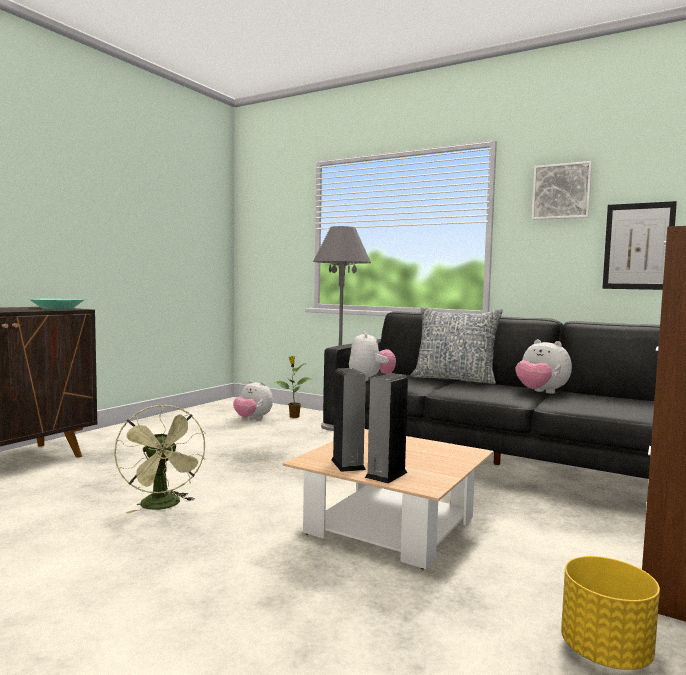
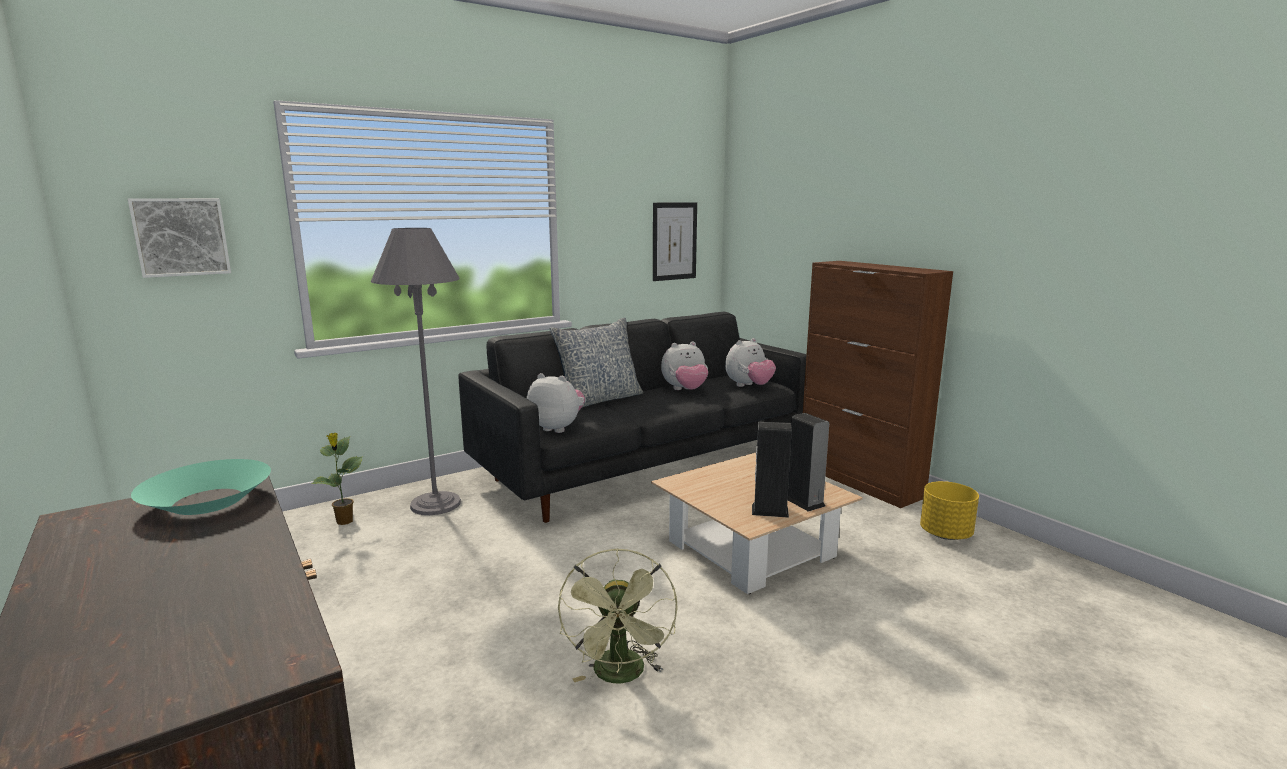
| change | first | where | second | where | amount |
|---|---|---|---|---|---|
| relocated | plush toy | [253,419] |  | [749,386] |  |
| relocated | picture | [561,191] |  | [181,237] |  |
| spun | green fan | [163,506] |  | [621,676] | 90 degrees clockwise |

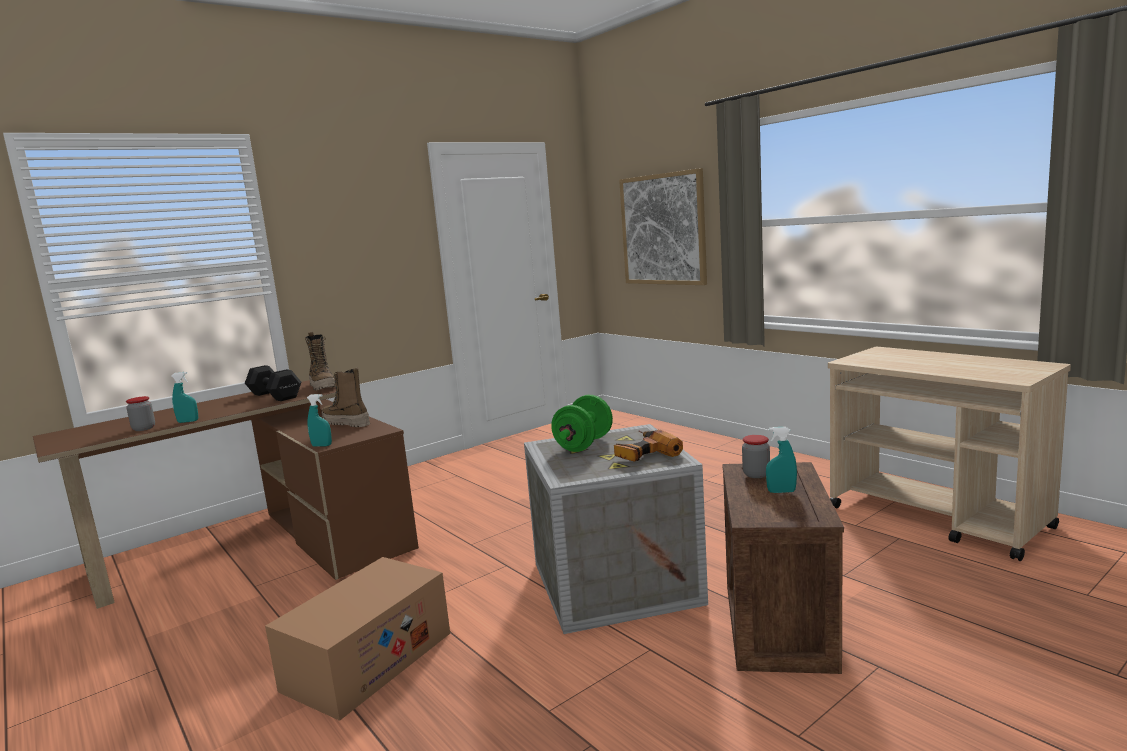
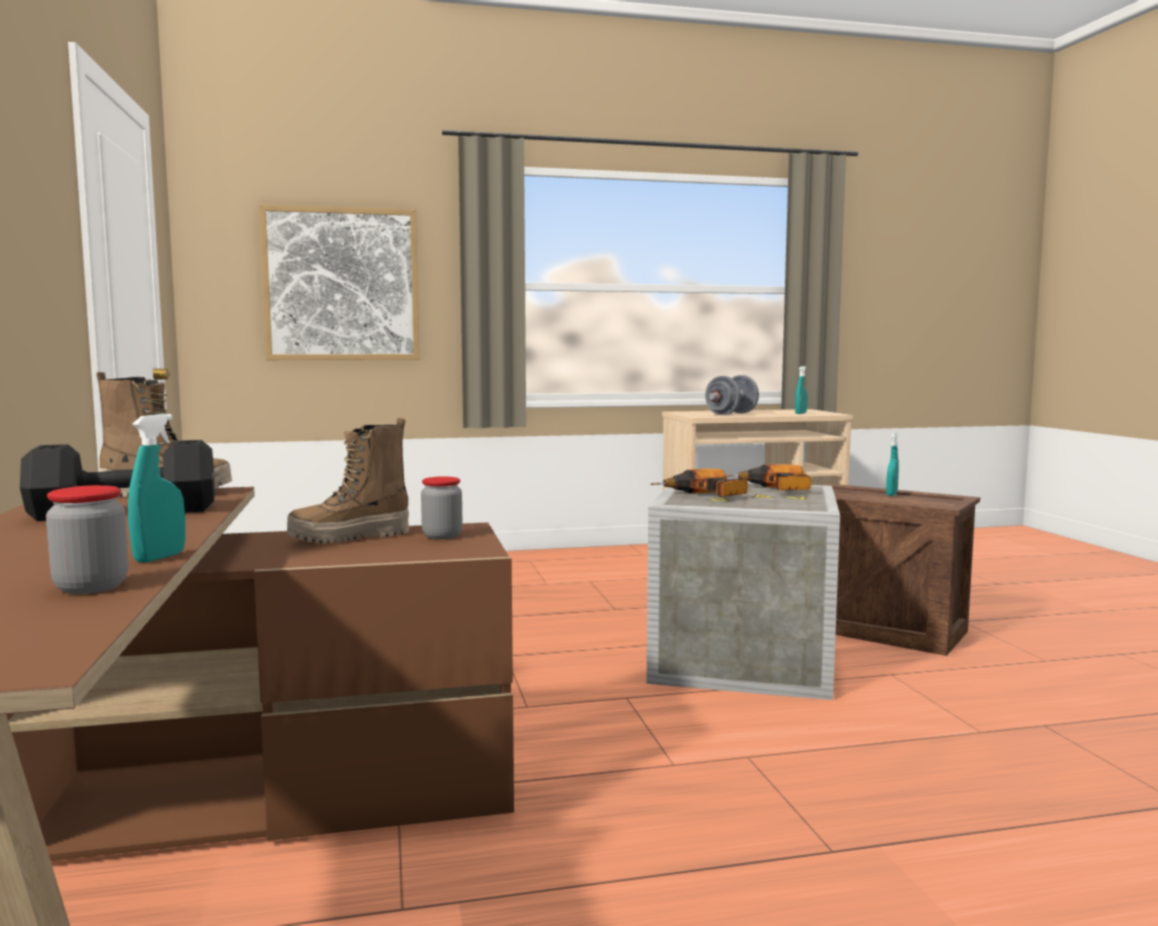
| change | first | where | second | where | amount |
|---|---|---|---|---|---|
| missing | cardboard box | [368,661] |  |  |  |
| appeared |  |  | grey dumbbell | [731,414] |  |
| relocated | turquoise spray bottle | [322,445] |  | [800,413] |  |
| relocated | jar | [756,474] |  | [442,536] |  |
| exchanged | green dumbbell | [584,444] | power drill | [705,496] |  |

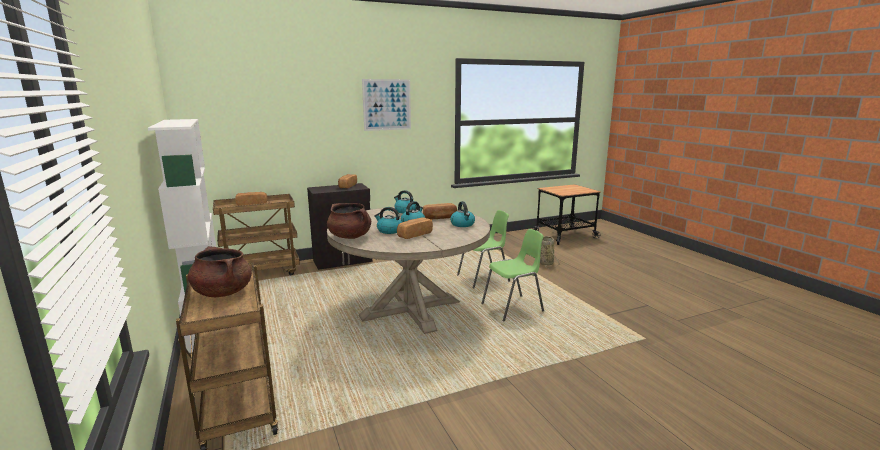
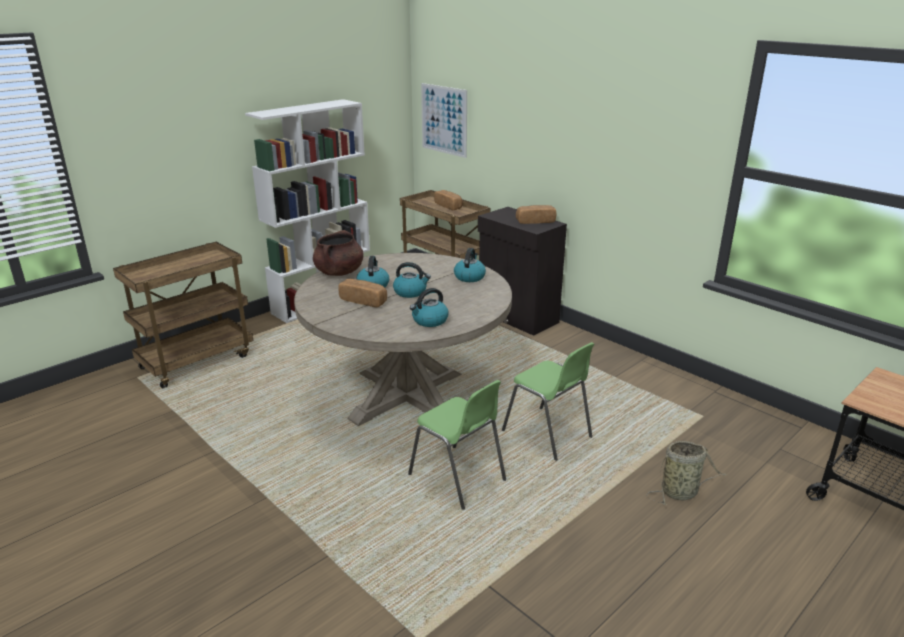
| change | first | where | second | where | amount |
|---|---|---|---|---|---|
| missing | brown cooking pot | [222,292] |  |  |  |
| missing | bread | [440,218] |  |  |  |
| relocated | picture | [387,105] |  | [444,120] |  |

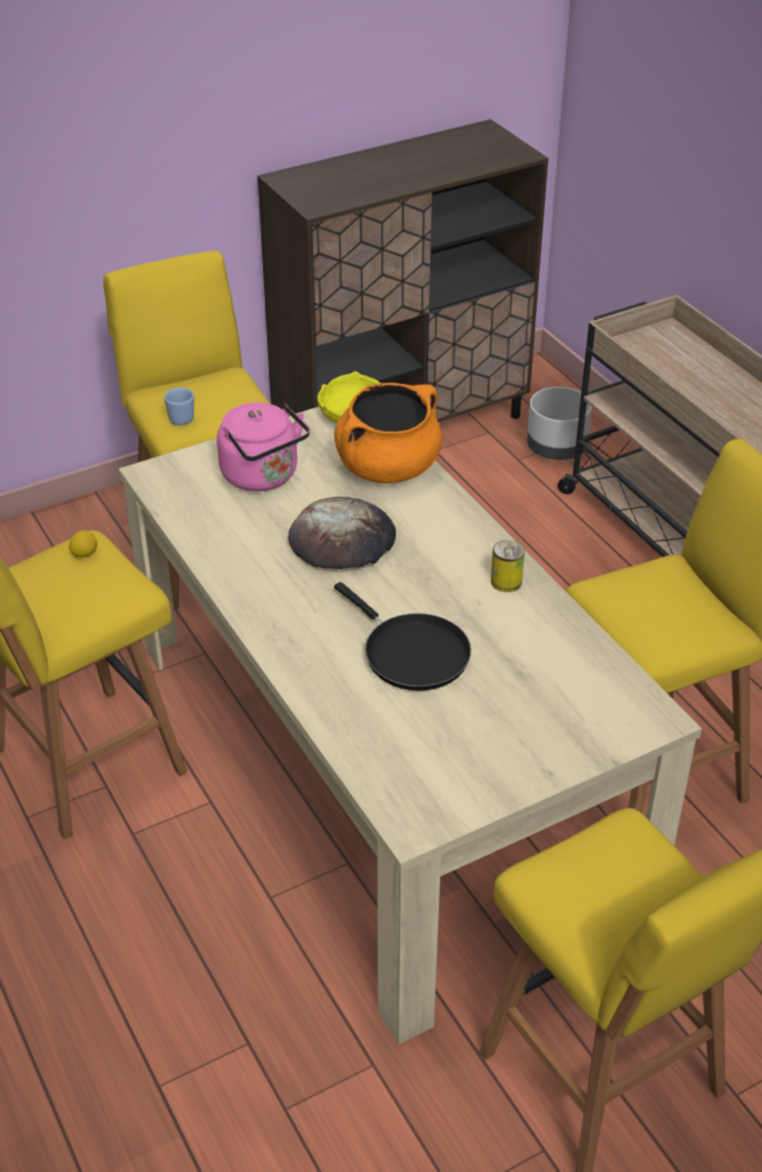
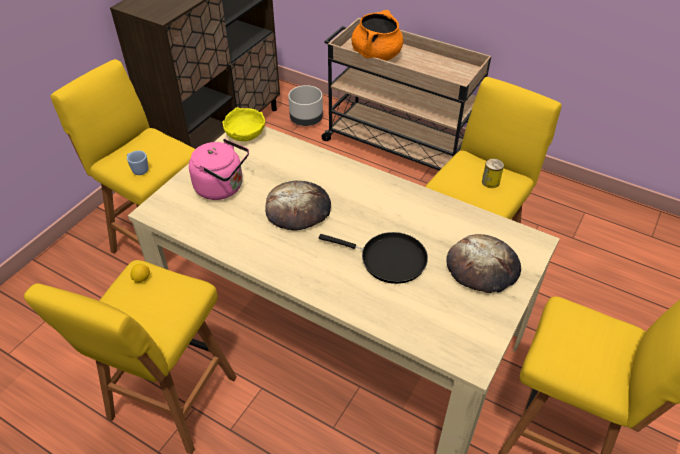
| change | first | where | second | where | amount |
|---|---|---|---|---|---|
| appeared |  |  | bread | [483,267] |  |
| relocated | orange cooking pot | [388,467] |  | [376,56] |  |
| relocated | can | [506,582] |  | [490,182] |  |

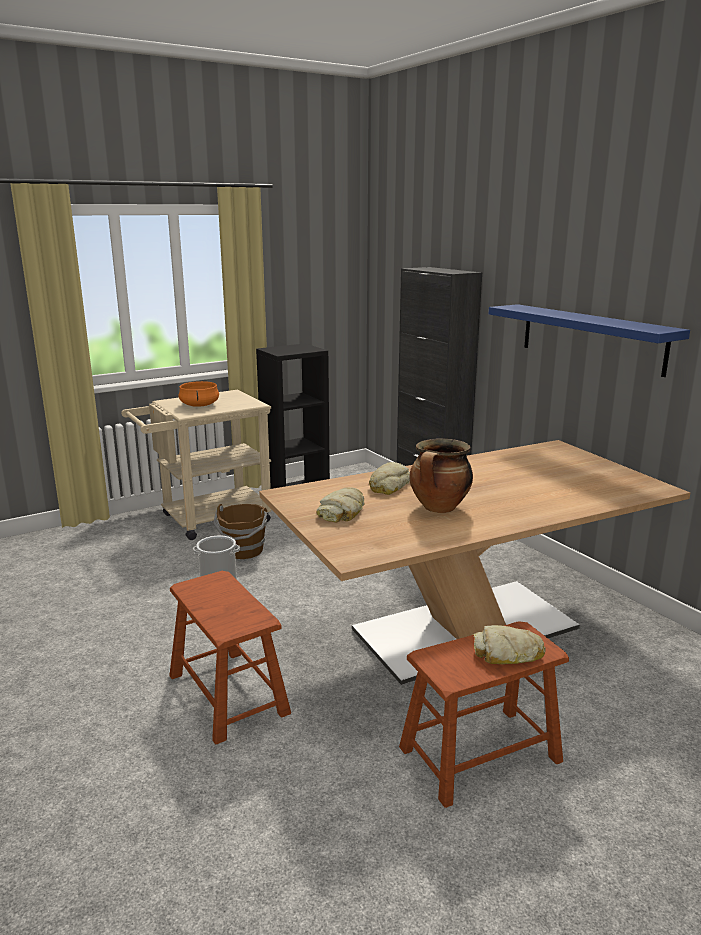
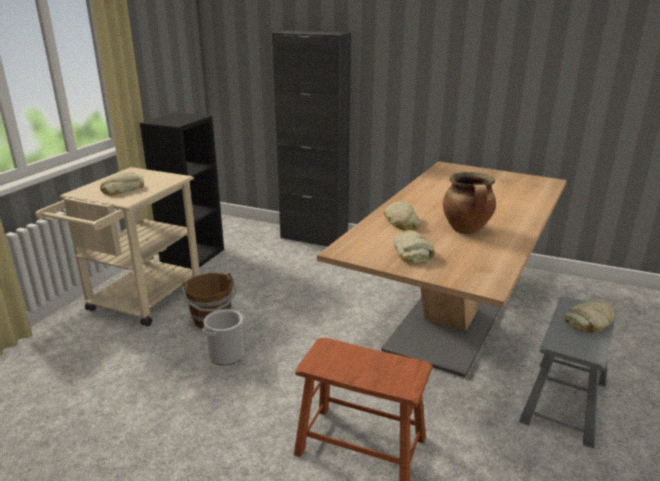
| change | first | where | second | where | amount |
|---|---|---|---|---|---|
| missing | blue shelf | [591,338] |  |  |  |
| exchanged | orange cooking pot | [199,405] | bread | [122,189] |  |
| colour | brown stool | [480,754] | grey stool | [564,402] |  |

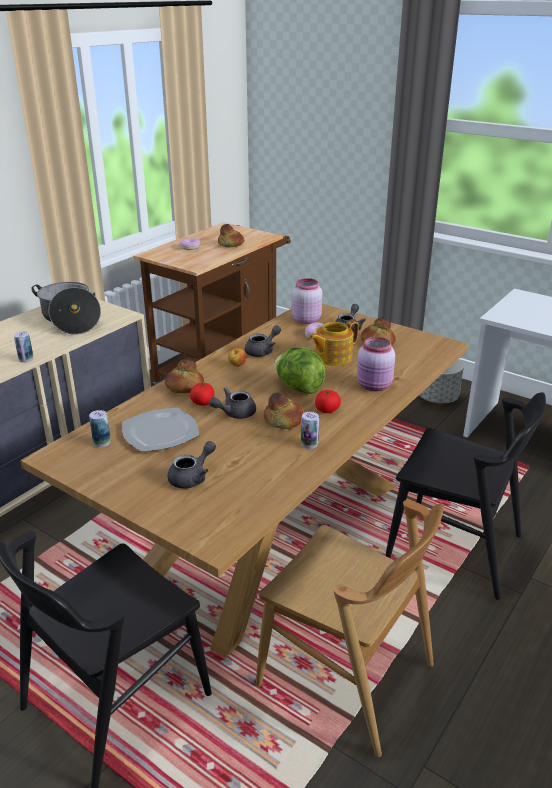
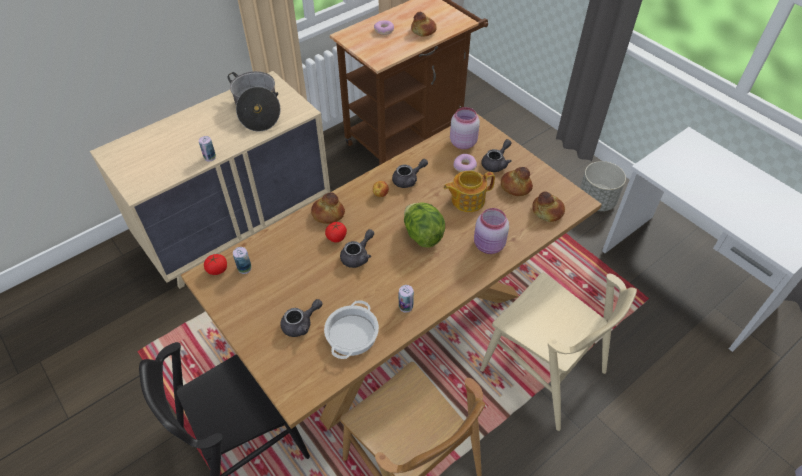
| change | first | where | second | where | amount |
|---|---|---|---|---|---|
| missing | plate | [161,432] |  |  |  |
| appeared |  |  | cooking pot | [351,333] |  |
| relocated | bread | [283,421] |  | [547,212] |  |
| relocated | tomato | [327,410] |  | [217,270] |  |
| colour | black chair | [454,548] | beige chair | [543,371] |  |
| spun | grey teapot | [234,413] |  | [358,256] | 150 degrees clockwise |

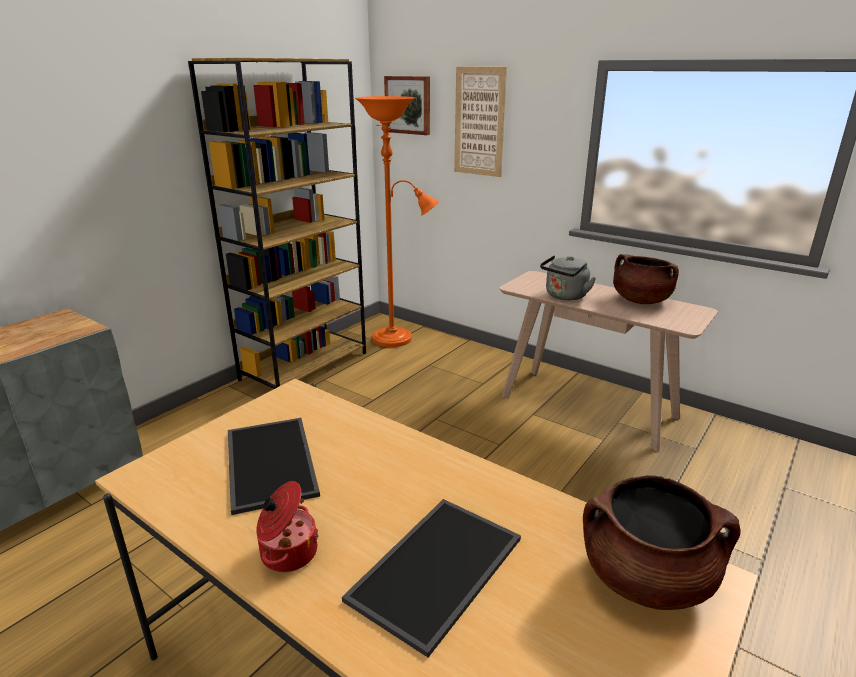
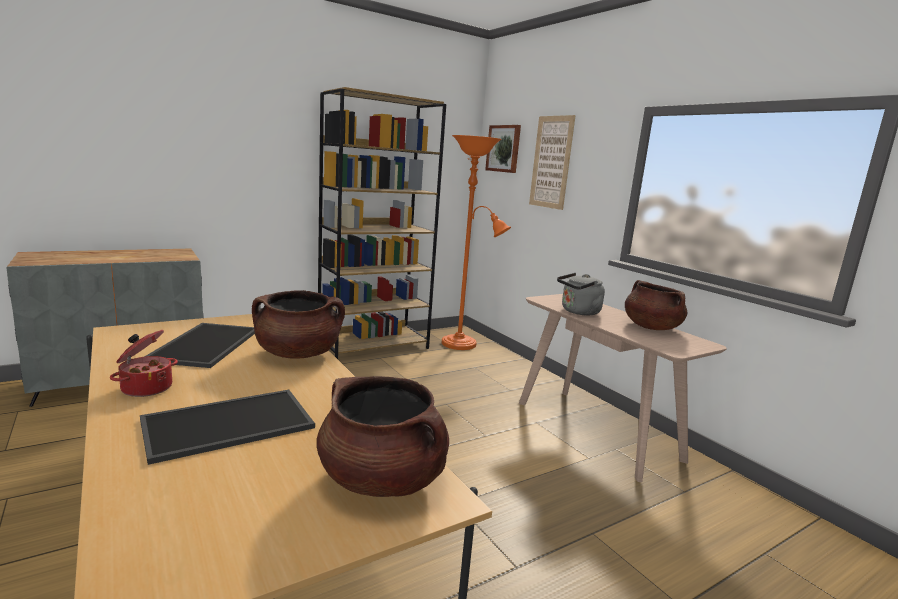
| change | first | where | second | where | amount |
|---|---|---|---|---|---|
| appeared |  |  | brown cooking pot | [298,354] |  |

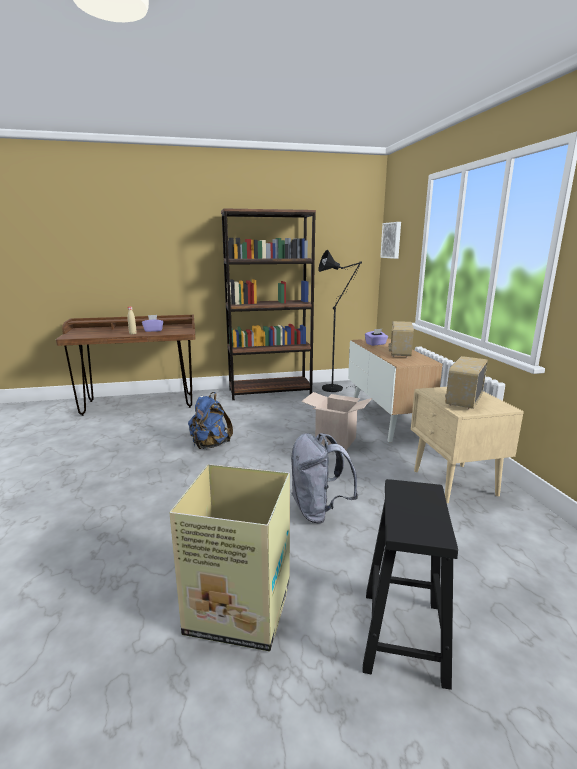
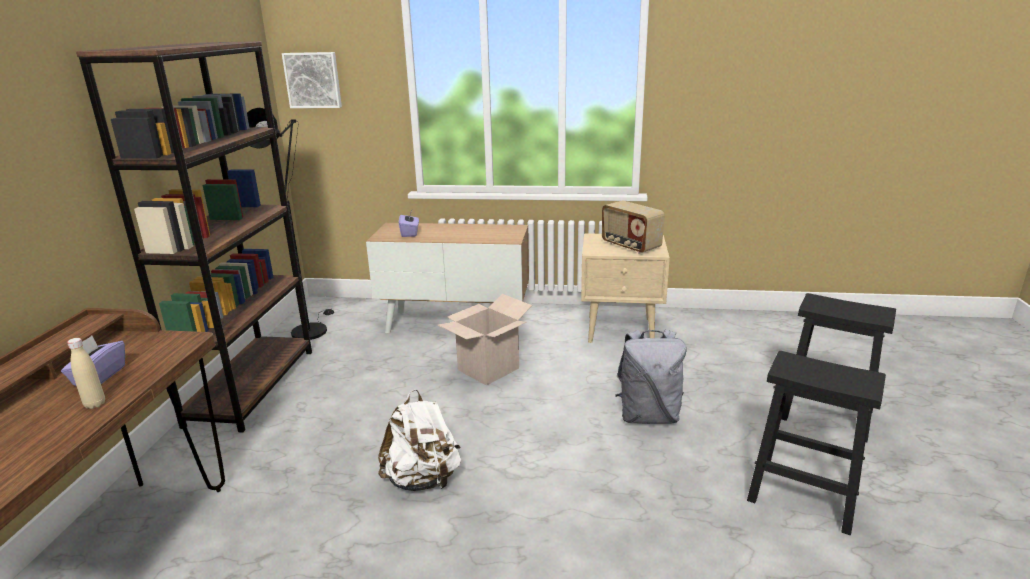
| change | first | where | second | where | amount |
|---|---|---|---|---|---|
| missing | radio | [399,353] |  |  |  |
| exchanged | cardboard box | [241,608] | black stool | [805,495] |  |
| colour | blue backpack | [210,445] | white backpack | [423,480] |  |

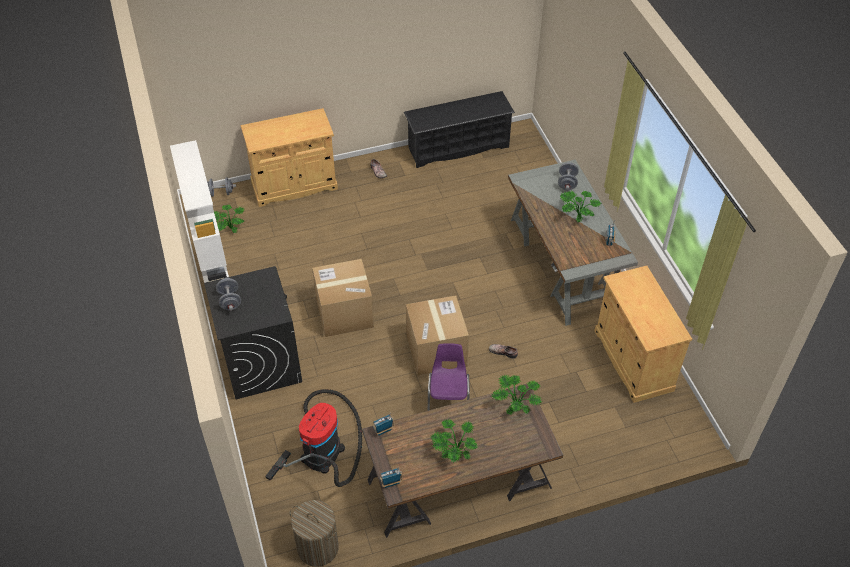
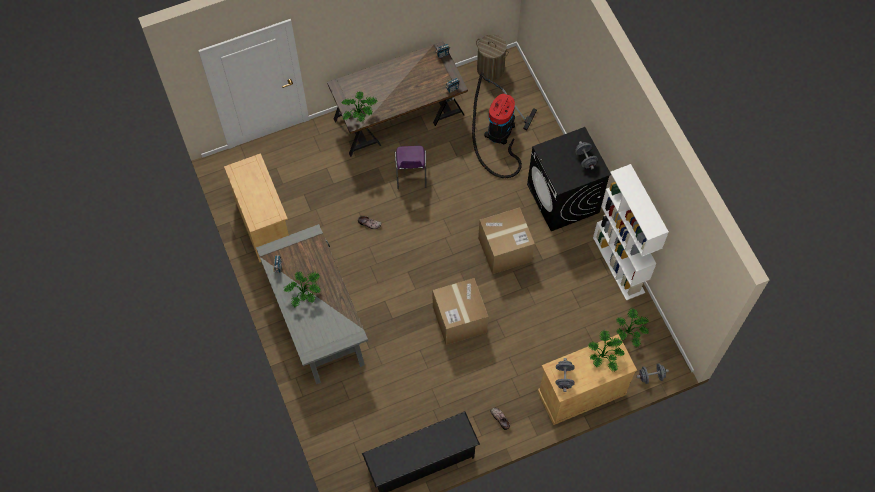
| change | first | where | second | where | amount |
|---|---|---|---|---|---|
| relocated | cardboard box | [436,350] |  | [459,319] |  |
| relocated | potted plant | [453,451] |  | [604,356] |  |
| relocated | grey dumbbell | [567,183] |  | [564,377] |  |

